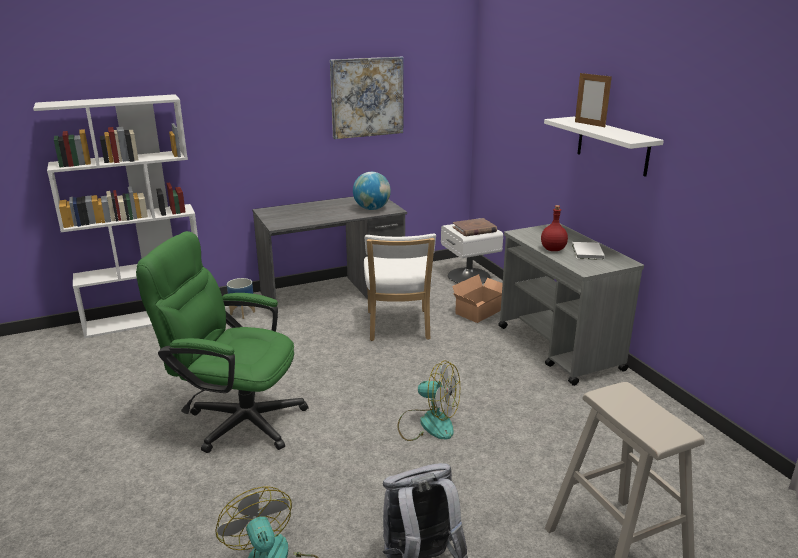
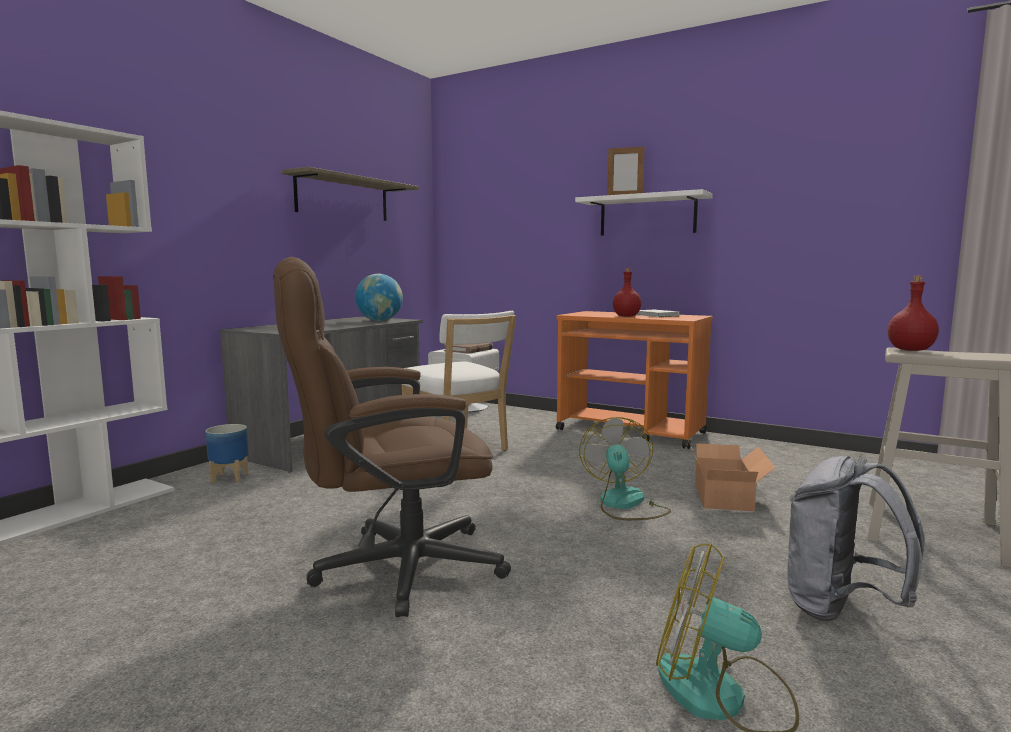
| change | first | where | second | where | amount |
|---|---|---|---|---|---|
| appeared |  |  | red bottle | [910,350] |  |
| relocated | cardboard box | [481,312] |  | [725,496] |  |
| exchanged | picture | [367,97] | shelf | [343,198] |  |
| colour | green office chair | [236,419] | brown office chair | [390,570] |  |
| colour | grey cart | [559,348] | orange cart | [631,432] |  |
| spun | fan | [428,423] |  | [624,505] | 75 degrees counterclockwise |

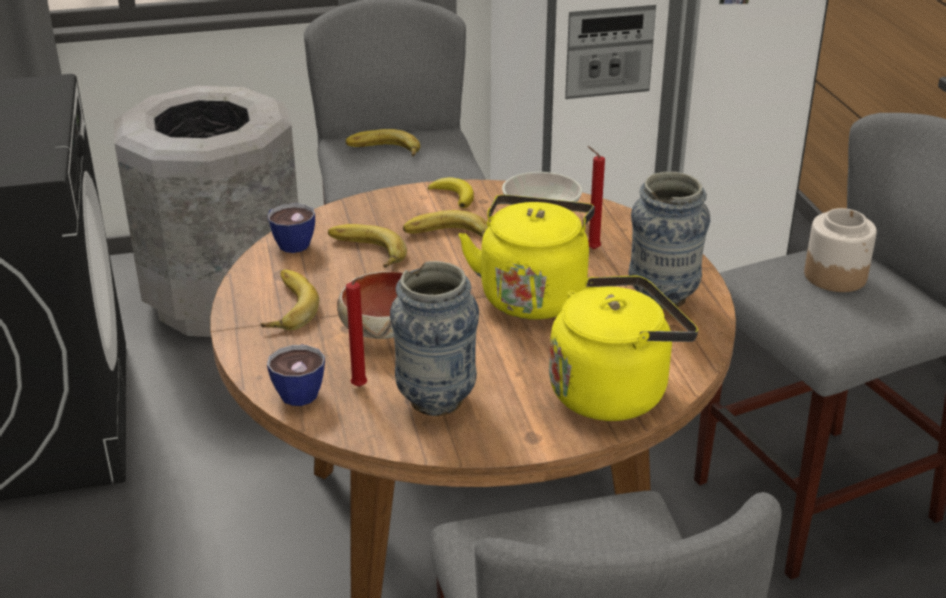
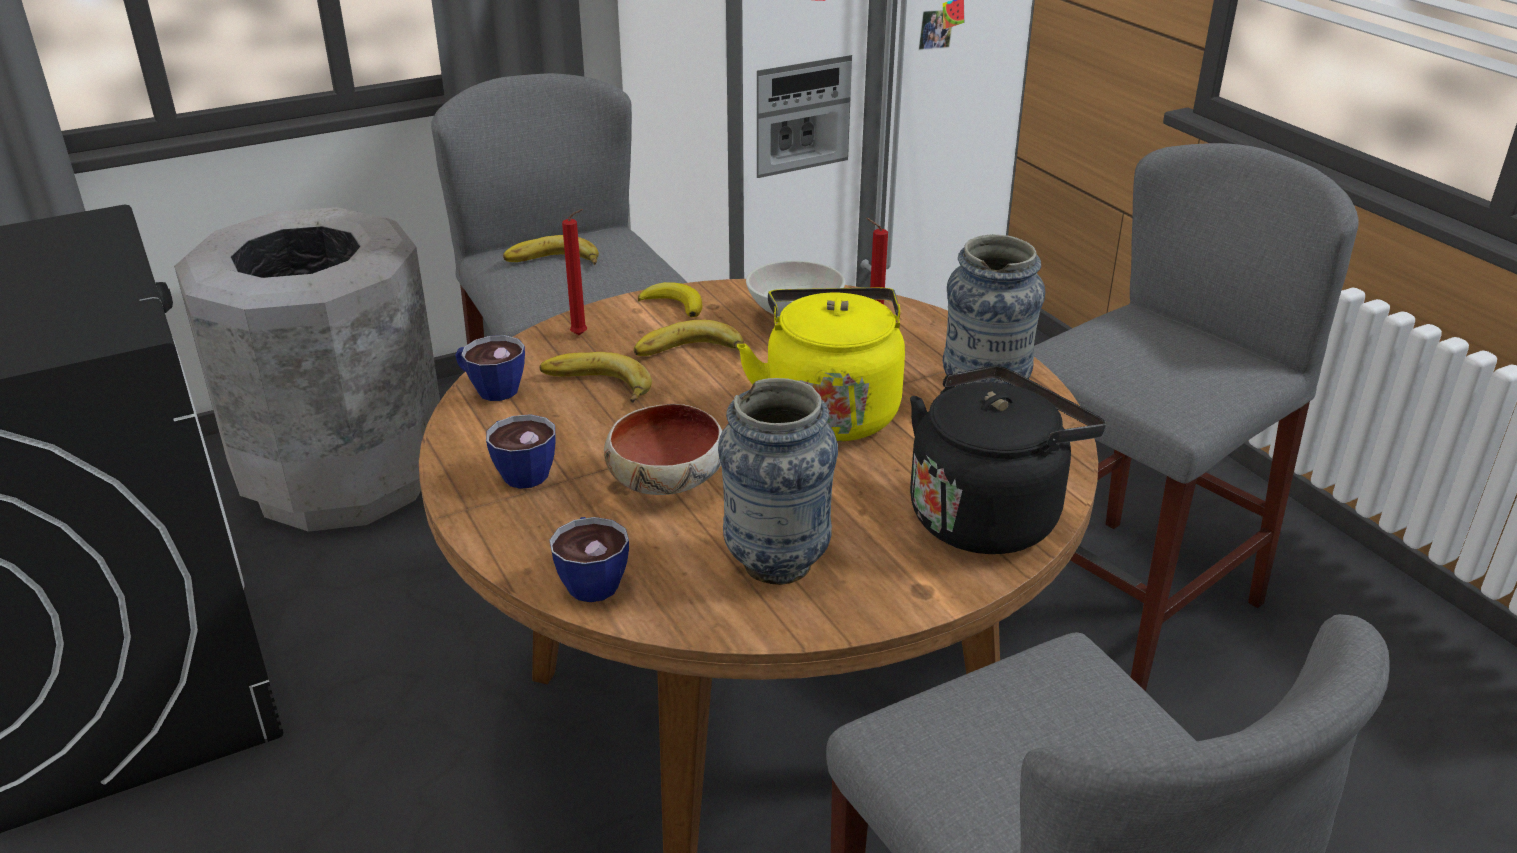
| change | first | where | second | where | amount |
|---|---|---|---|---|---|
| missing | jar | [835,276] |  |  |  |
| relocated | red candle | [361,387] |  | [581,335] |  |
| exchanged | banana | [284,306] | cup | [520,471] |  |
| colour | yellow kettle | [614,391] | black kettle | [989,515] |  |

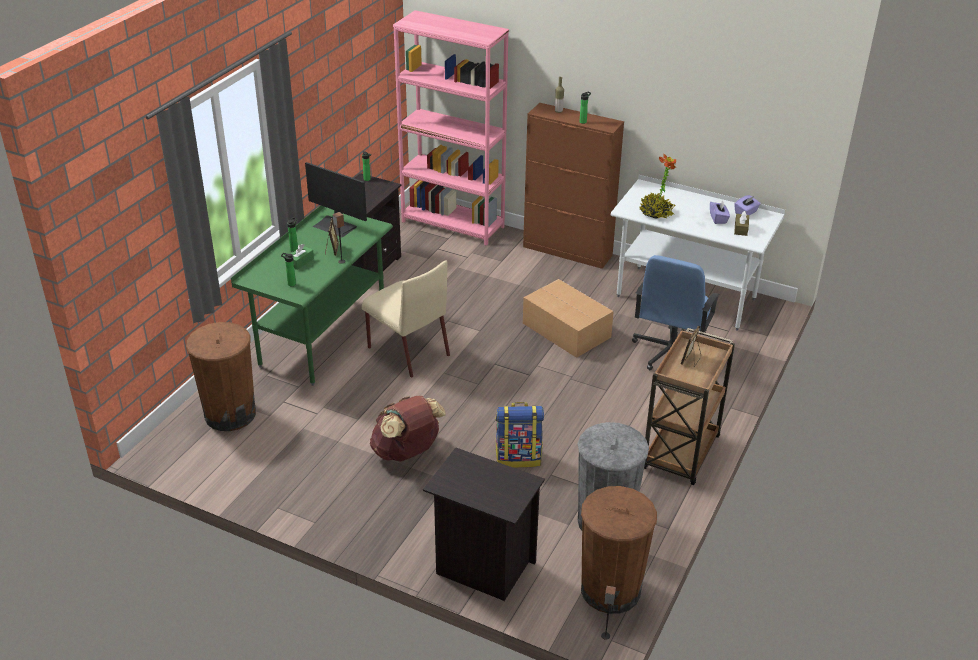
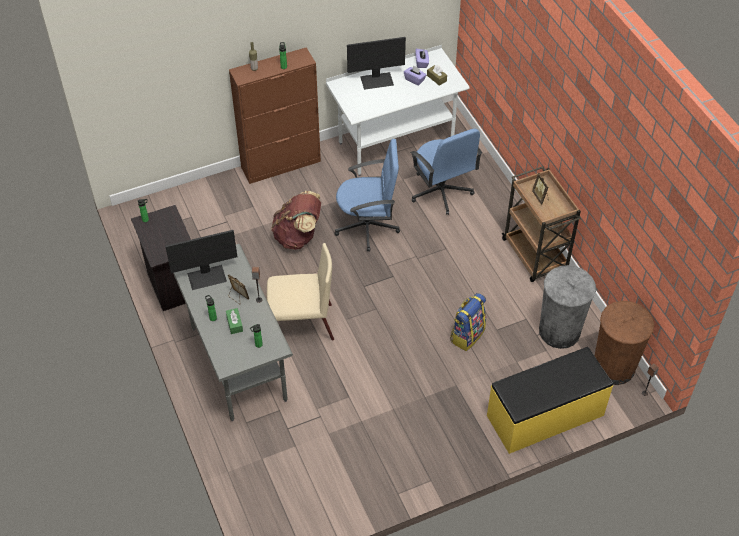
| change | first | where | second | where | amount |
|---|---|---|---|---|---|
| missing | brown trash can | [230,414] |  |  |  |
| missing | pink bookcase | [453,224] |  |  |  |
| missing | potted plant | [655,213] |  |  |  |
| appeared |  |  | monitor | [377,80] |  |
| relocated | brown backpack | [407,452] |  | [298,236] |  |
| exchanged | black nightstand | [482,567] | yellow bench | [545,416] |  |
| exchanged | cardboard box | [567,331] | blue office chair | [368,226] |  |
| colour | green desk | [323,339] | grey desk | [238,364] |  |

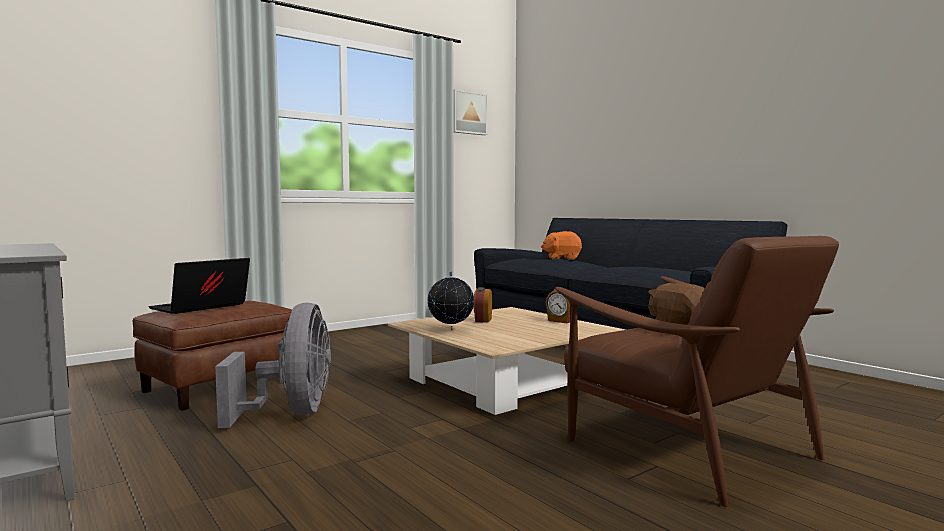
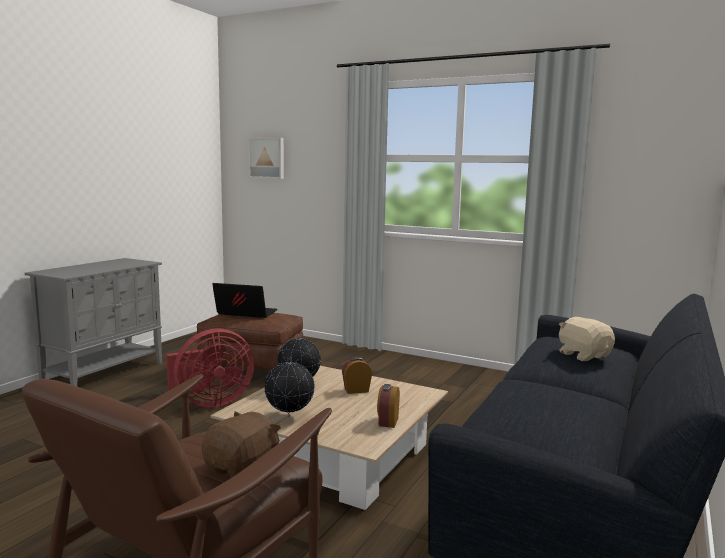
| change | first | where | second | where | amount |
|---|---|---|---|---|---|
| appeared |  |  | globe | [290,417] |  |
| relocated | picture | [468,113] |  | [267,158] |  |
| colour | grey fan | [292,413] | red fan | [210,402] |  |
| colour | orange plush toy | [562,259] | beige plush toy | [583,355] |  |

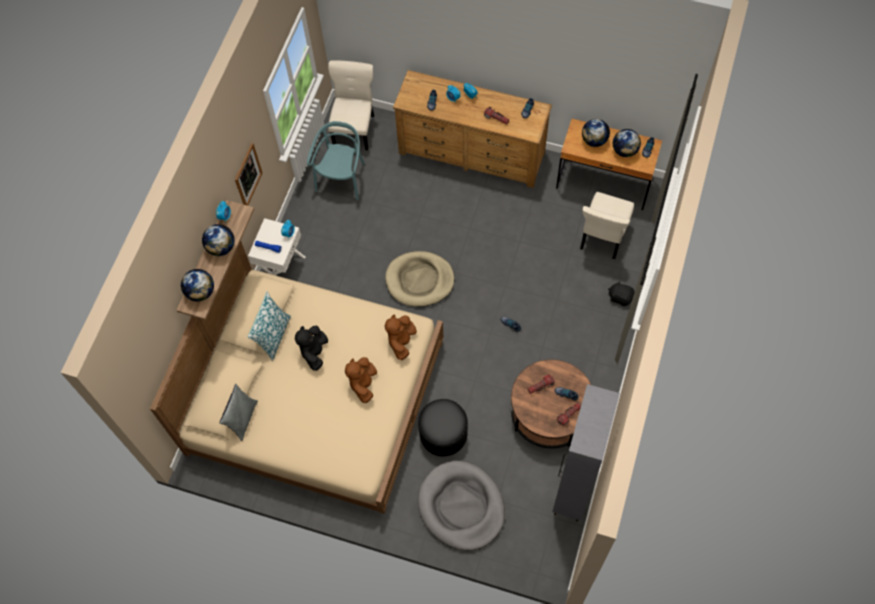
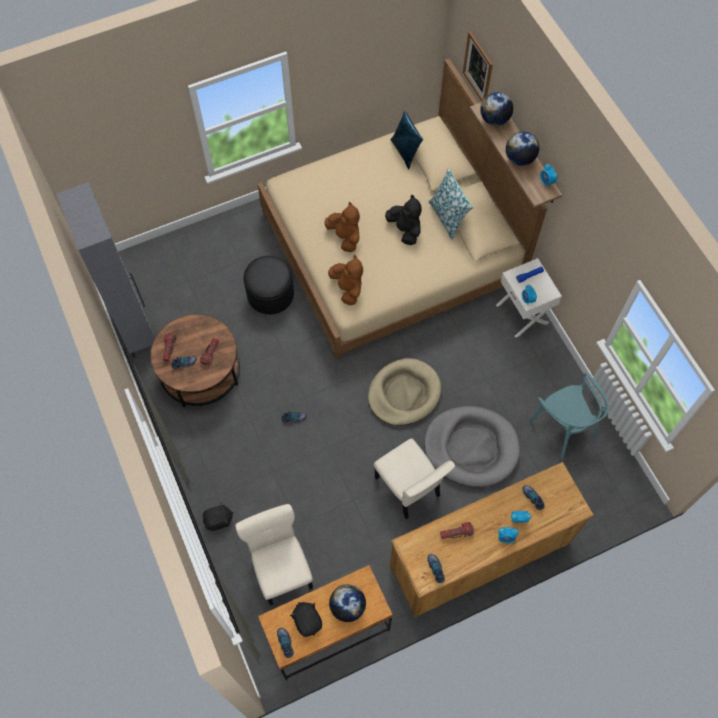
| change | first | where | second | where | amount |
|---|---|---|---|---|---|
| relocated | picture | [248,175] |  | [478,68] |  |
| relocated | beige chair | [354,129] |  | [409,489] |  |
| relocated | grey dog bed | [461,506] |  | [471,447] |  |
| exchanged | globe | [624,150] | black plush toy | [307,621] |  |
| colour | grey pillow | [242,418] | blue pillow | [406,152] |  |

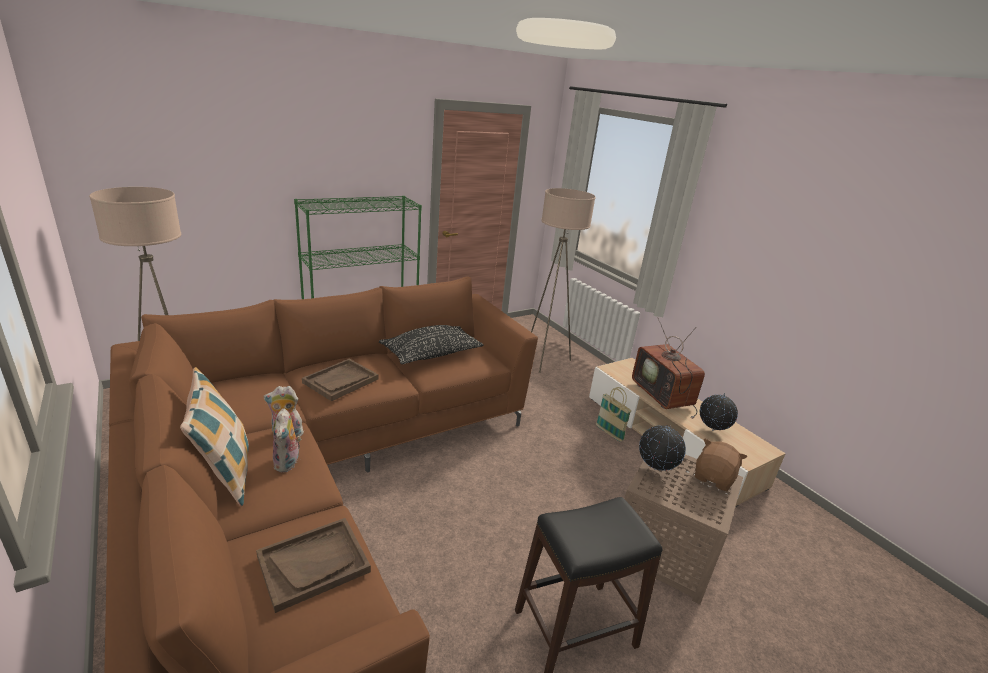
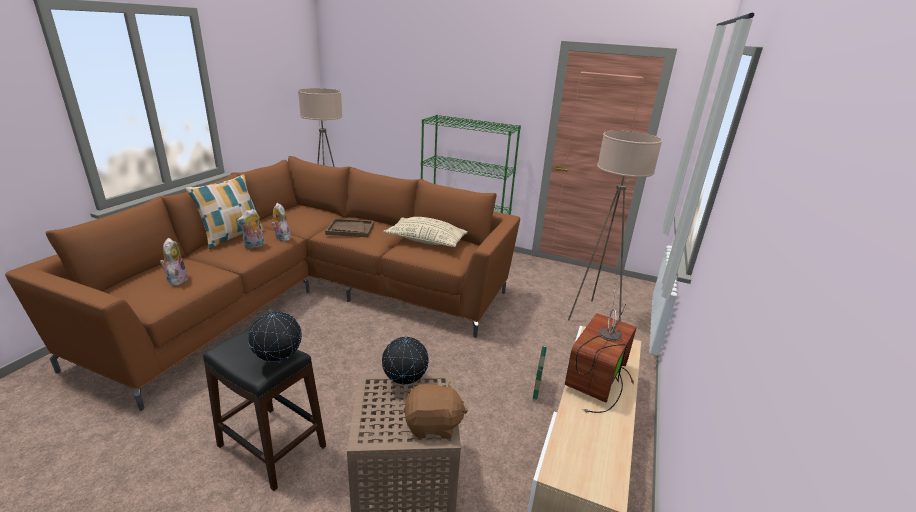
| change | first | where | second | where | amount |
|---|---|---|---|---|---|
| relocated | globe | [712,430] |  | [278,361] |  |
| exchanged | brown tray | [313,564] | plush toy | [176,280] |  |
| colour | black pillow | [431,354] | beige pillow | [426,241] |  |

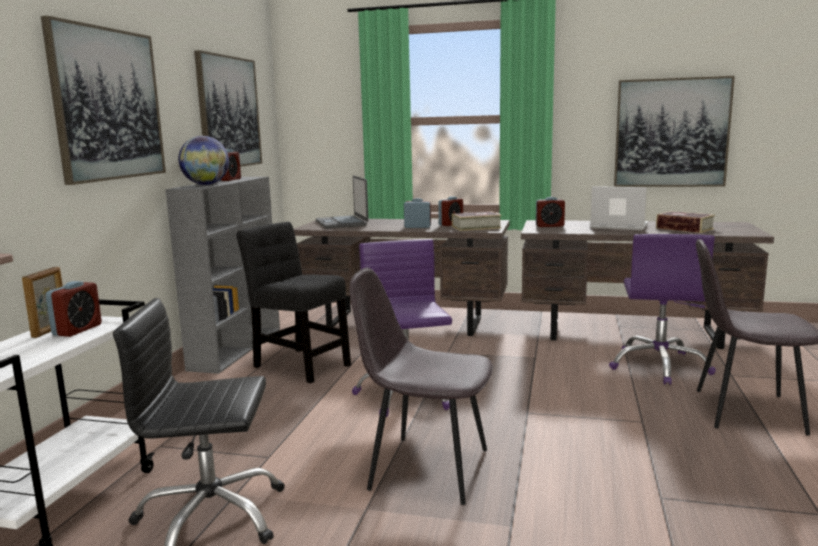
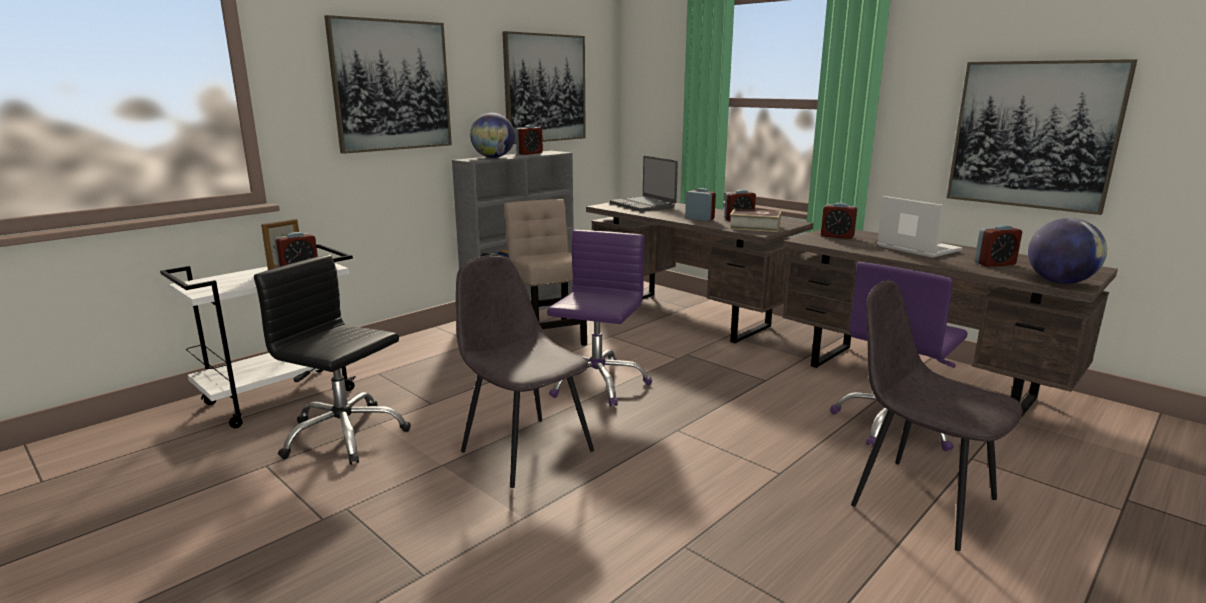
| change | first | where | second | where | amount |
|---|---|---|---|---|---|
| appeared |  |  | globe | [1059,282] |  |
| exchanged | book | [684,228] | alarm clock | [994,264] |  |
| colour | black chair | [299,364] | beige chair | [548,334] |  |
| spun | laptop | [342,223] |  | [643,205] | 45 degrees counterclockwise |

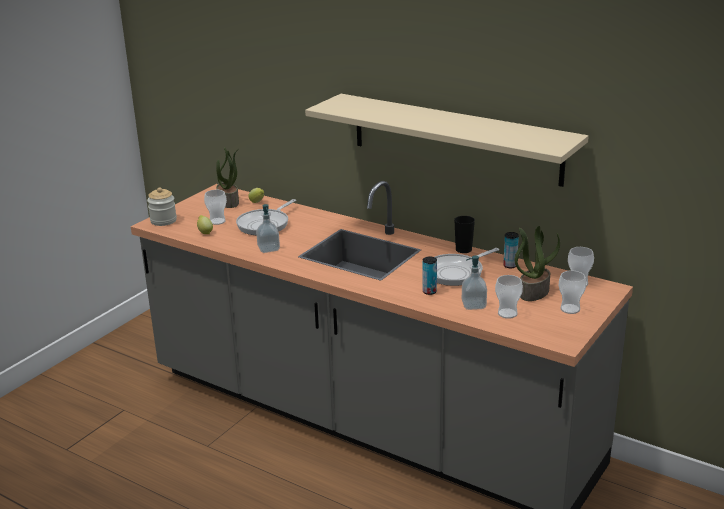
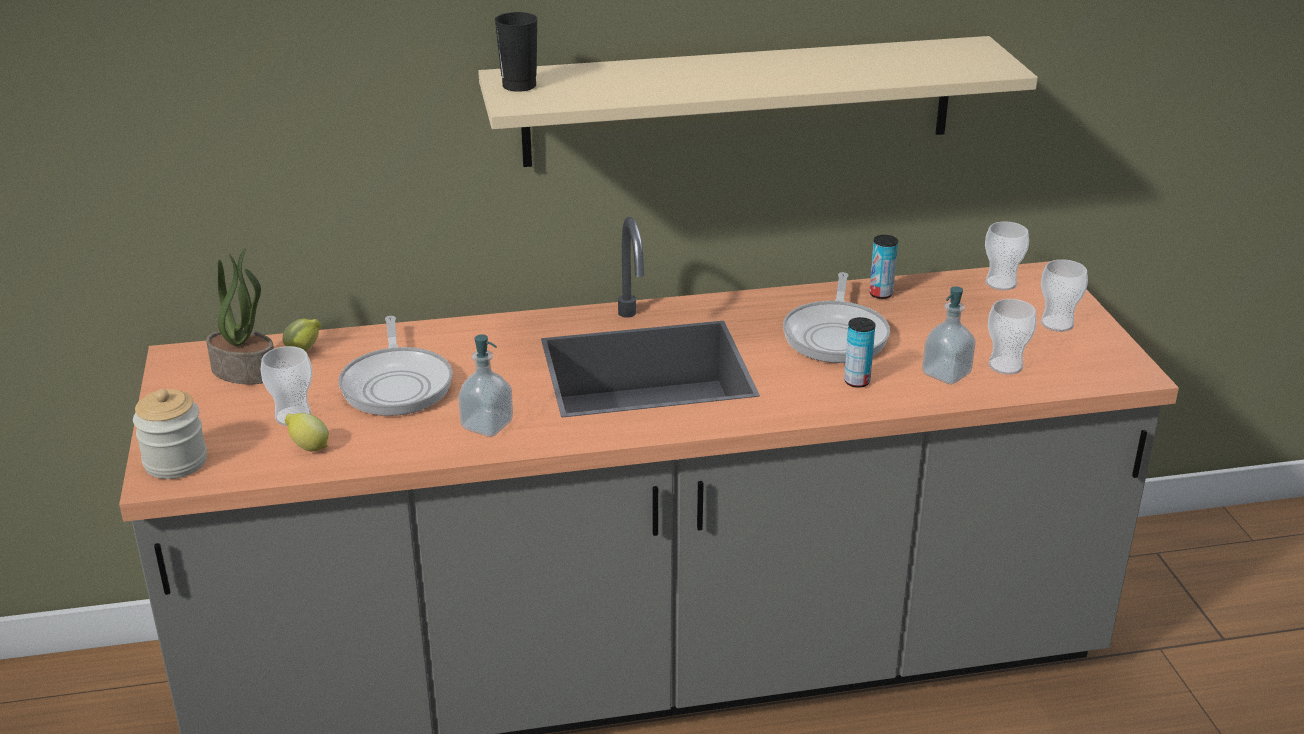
| change | first | where | second | where | amount |
|---|---|---|---|---|---|
| missing | potted plant | [534,292] |  |  |  |
| relocated | black cup | [463,249] |  | [519,85] |  |

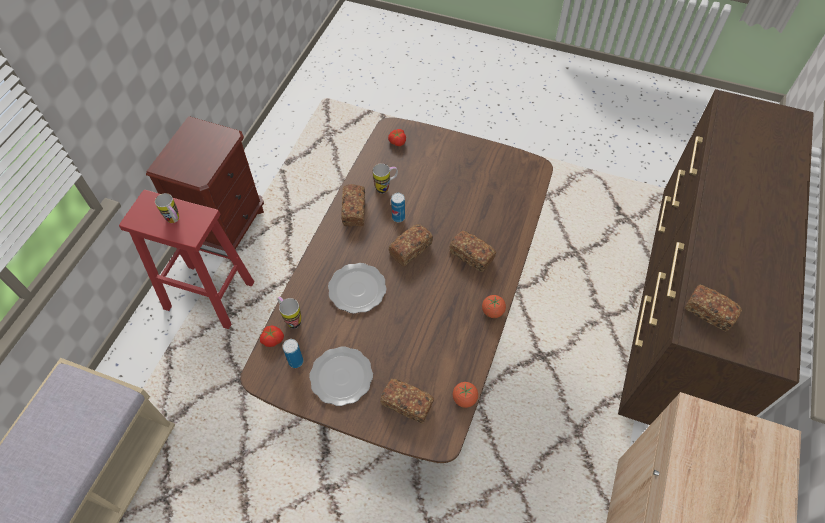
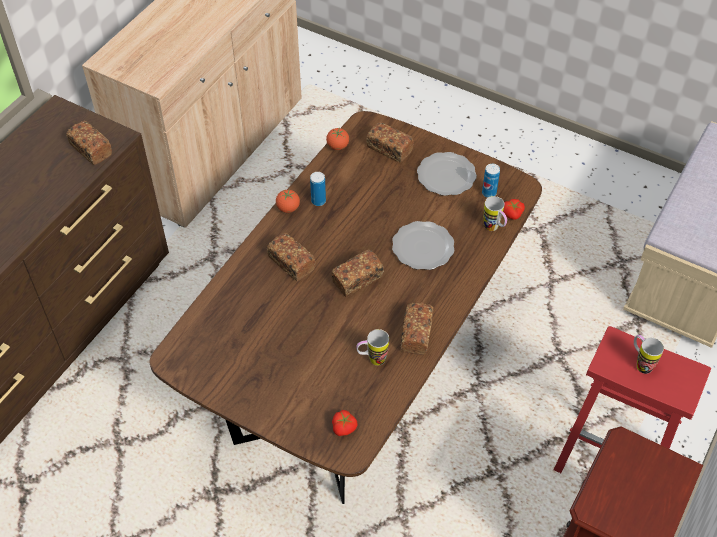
| change | first | where | second | where | amount |
|---|---|---|---|---|---|
| relocated | can | [398,217] |  | [318,201] |  |

